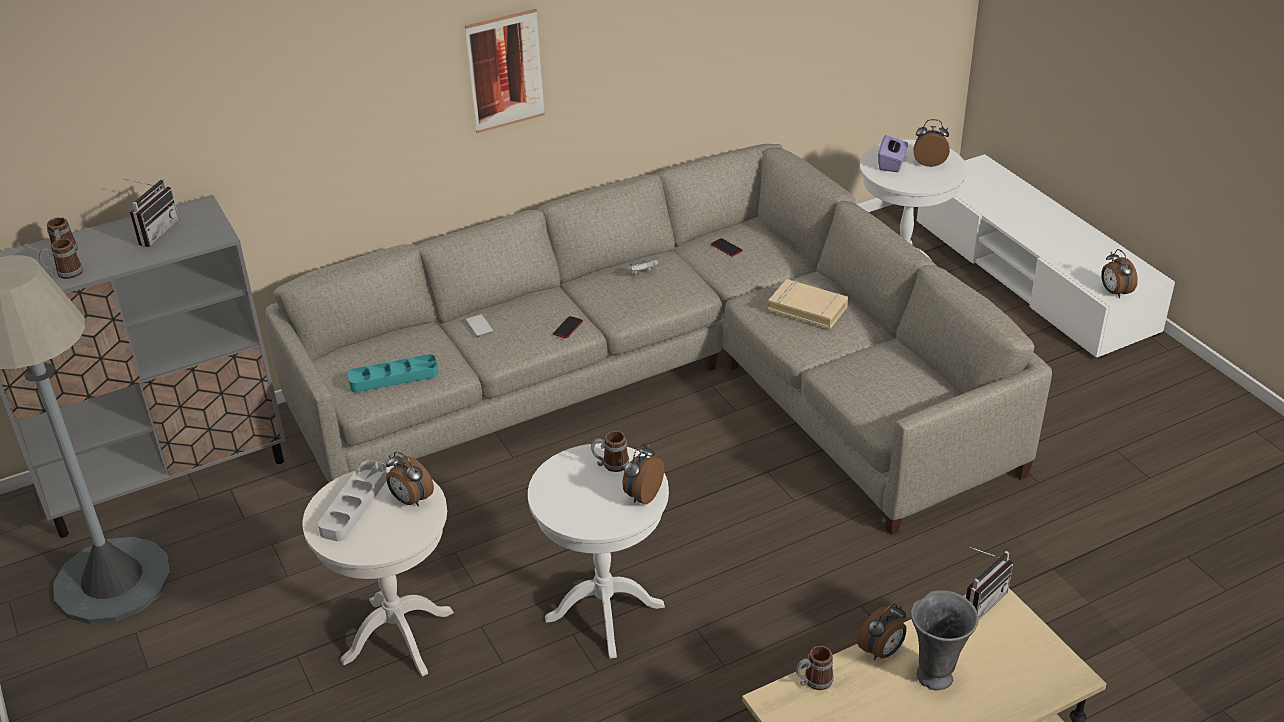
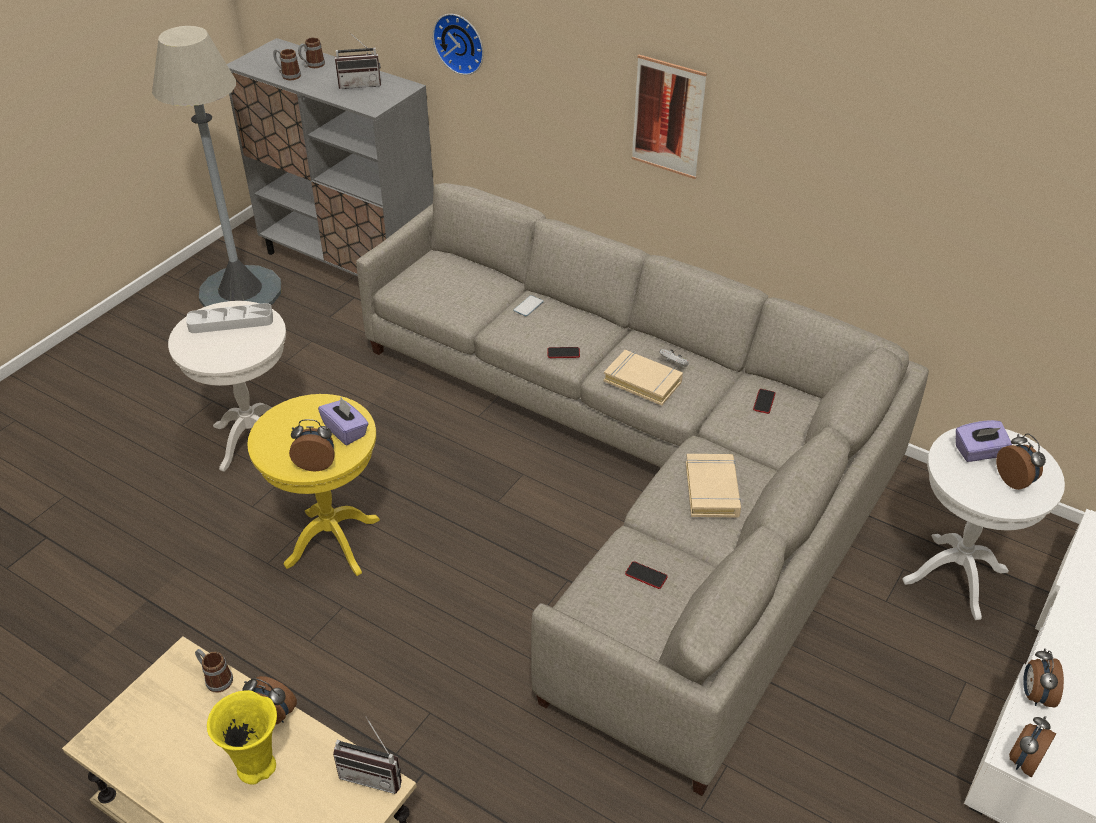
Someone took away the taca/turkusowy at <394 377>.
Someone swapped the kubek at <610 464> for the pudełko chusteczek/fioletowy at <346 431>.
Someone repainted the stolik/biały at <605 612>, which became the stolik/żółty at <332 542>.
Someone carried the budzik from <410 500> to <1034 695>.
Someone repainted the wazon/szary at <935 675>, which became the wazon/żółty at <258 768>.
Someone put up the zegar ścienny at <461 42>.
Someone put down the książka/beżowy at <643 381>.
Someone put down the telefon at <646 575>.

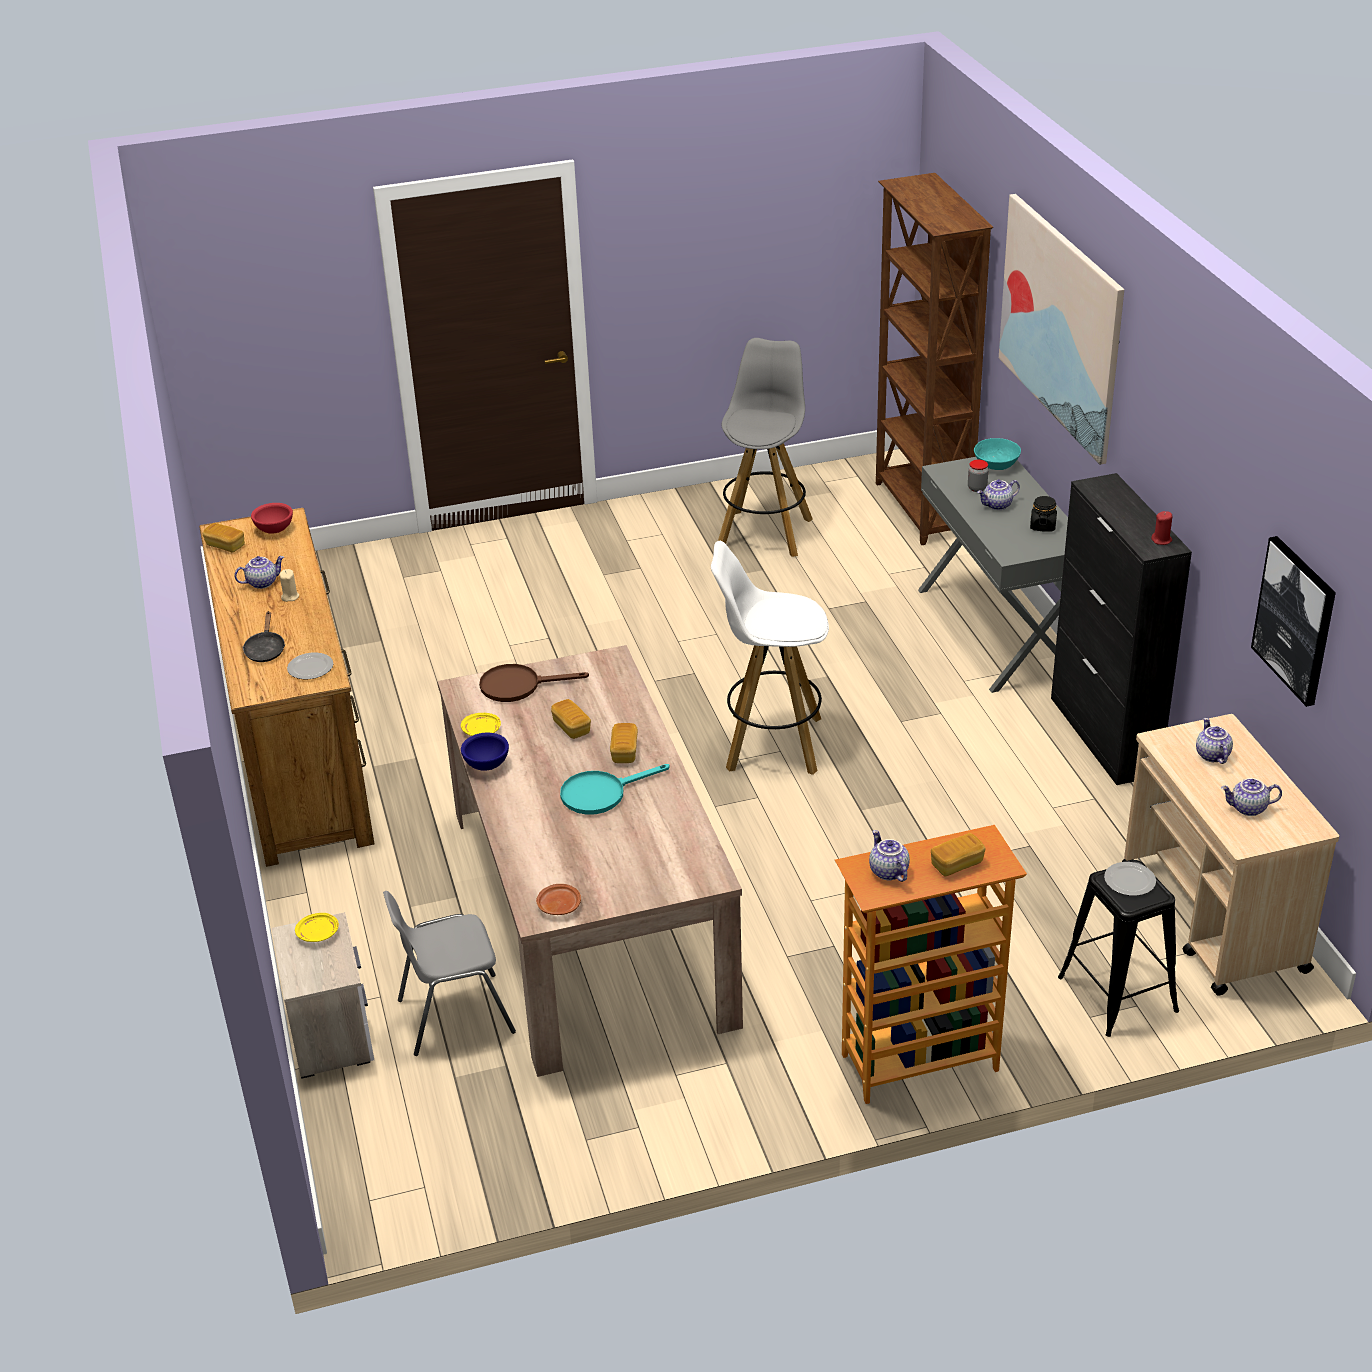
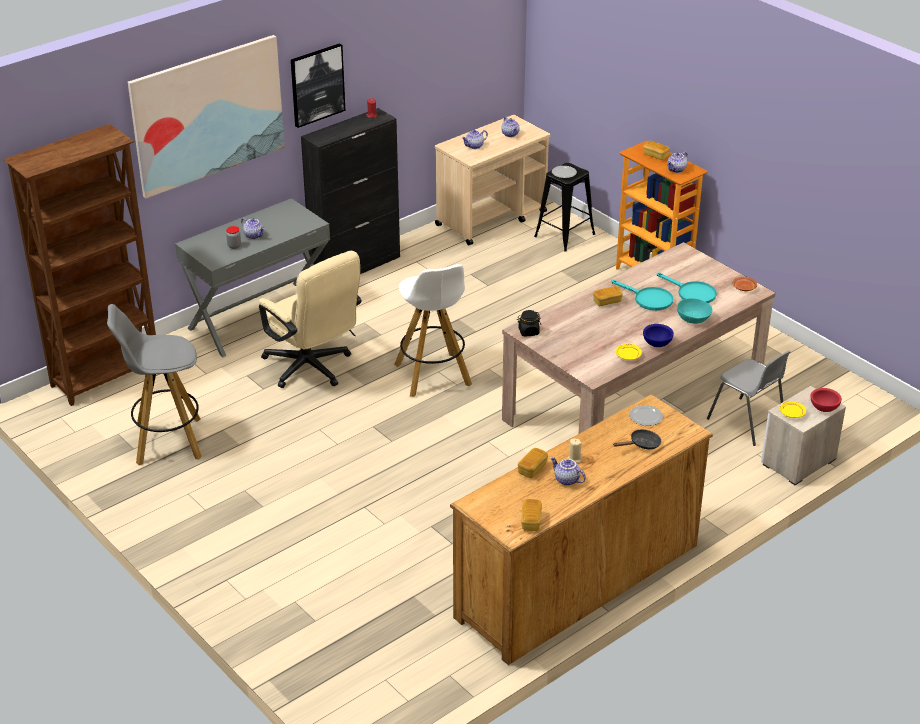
Someone carried the miska/turkusowy from <996 465> to <693 319>.
Someone carried the słoik/czarny from <1042 526> to <528 332>.
Someone carried the miska/czerwony from <274 530> to <824 408>.
Someone carried the obraz from <1295 620> to <317 84>.
Someone took away the patelnia/brązowy at <518 686>.
Someone carried the chleb from <571 727> to <532 469>.
Someone put down the krzesło biurowe/beżowy at <312 369>.
Someone put down the patelnia/turkusowy at <692 293>.

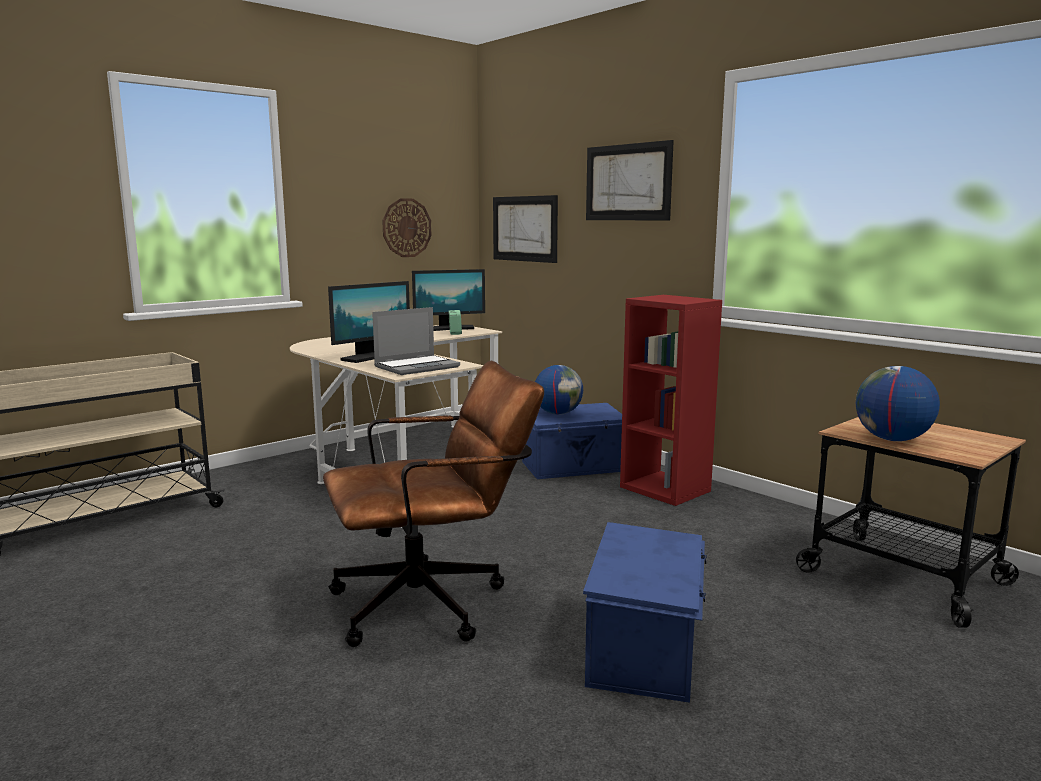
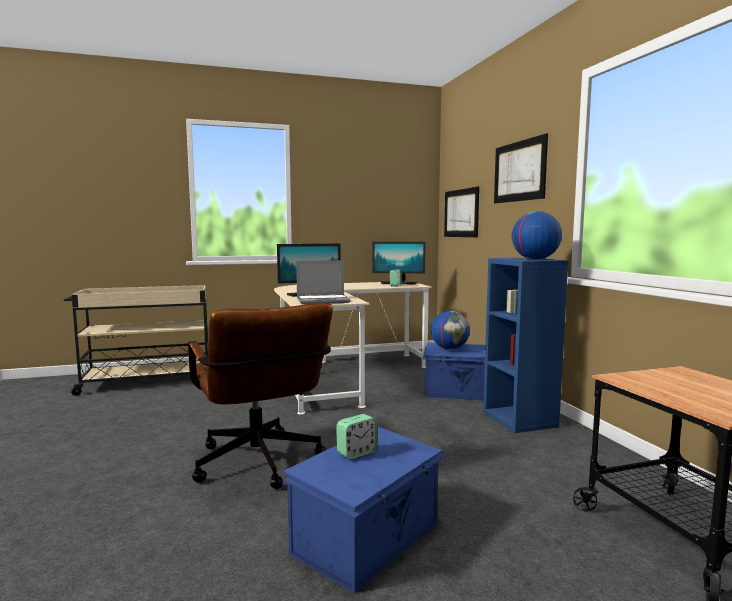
Someone took away the zegar ścienny at <406 228>.
Someone repainted the regał/czerwony at <666 489>, which became the regał/niebieski at <520 419>.
Someone rotated the krzesło biurowe/brązowy at <434 602> by 60 degrees clockwise.
Someone carried the globus from <892 439> to <534 259>.
Someone put down the budzik at <357 453>.

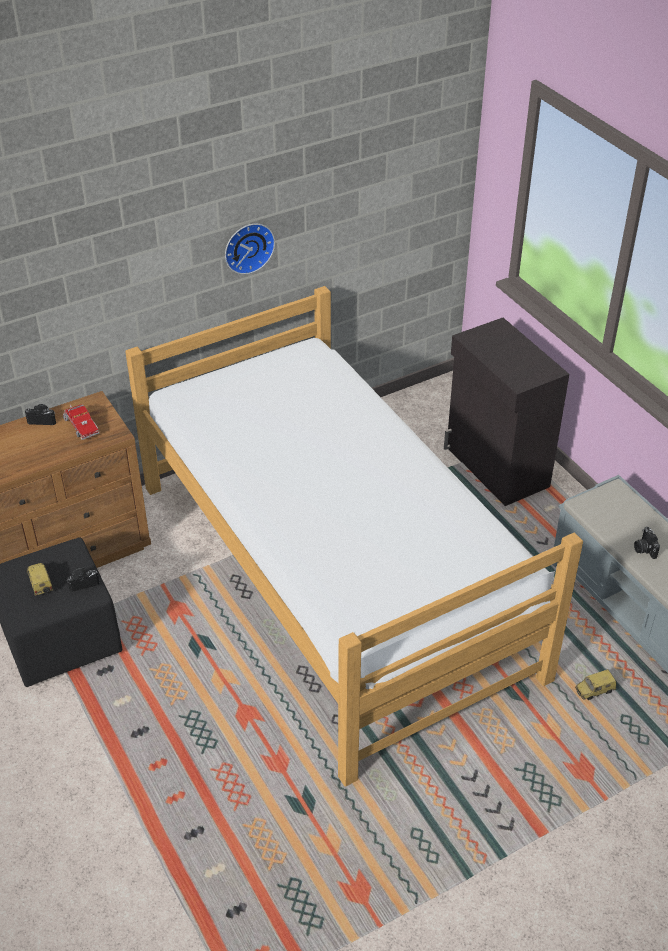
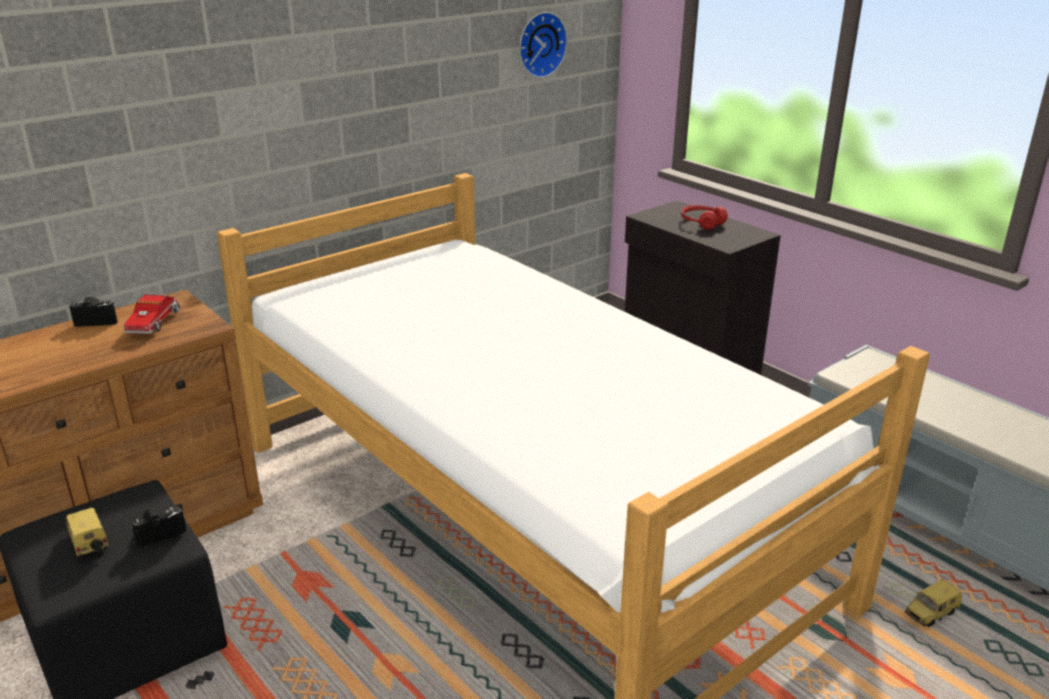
Someone carried the zegar ścienny from <247 246> to <540 44>.
Someone rotated the ciężarówka zabawkowa at <81 426> by 45 degrees clockwise.
Someone took away the aparat fotograficzny at <644 549>.
Someone put down the słuchawki/czerwony at <702 223>.

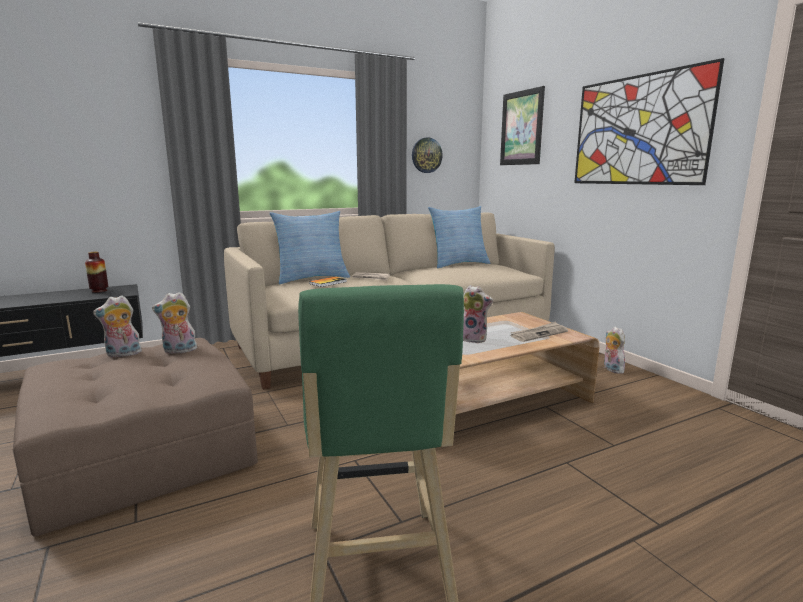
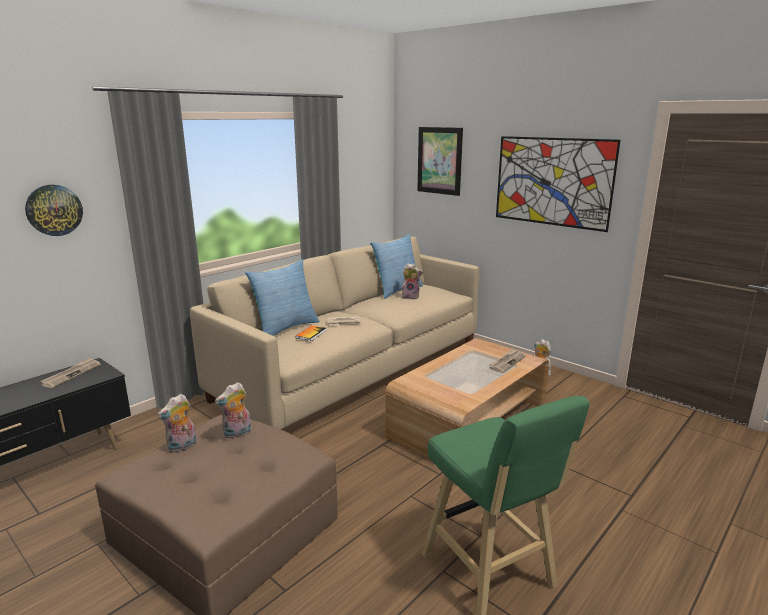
Someone carried the zegar ścienny from <426 155> to <54 210>.
Someone swapped the wazon at <99 291> for the gazeta at <71 374>.
Someone carried the pluszak from <474 339> to <410 297>.

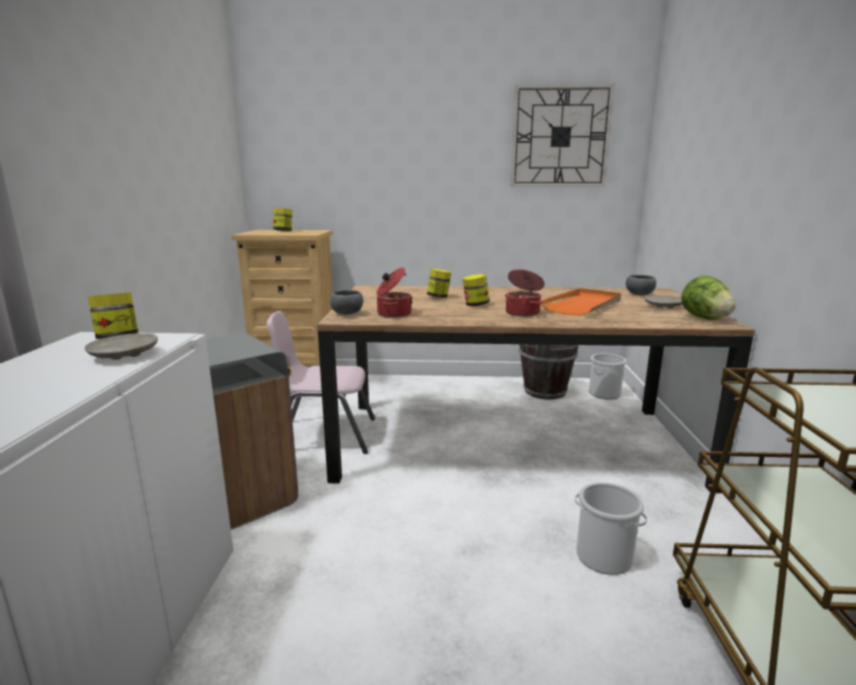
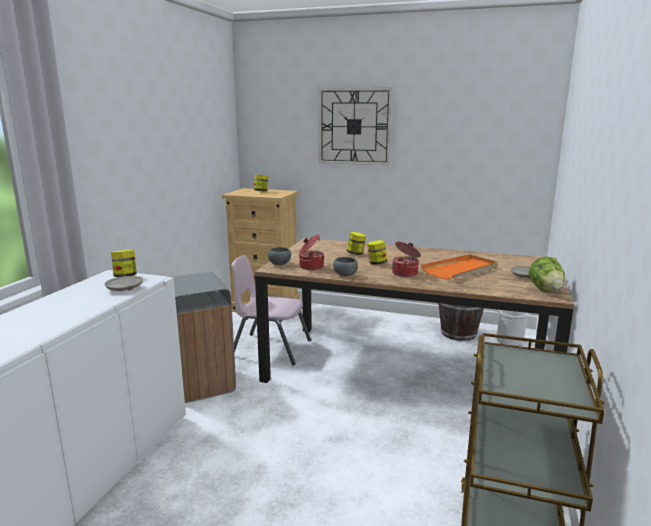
Someone carried the zegar ścienny from <560 137> to <354 126>.
Someone carried the miska/szary from <639 295> to <344 275>.
Someone took away the wiadro at <604 556>.

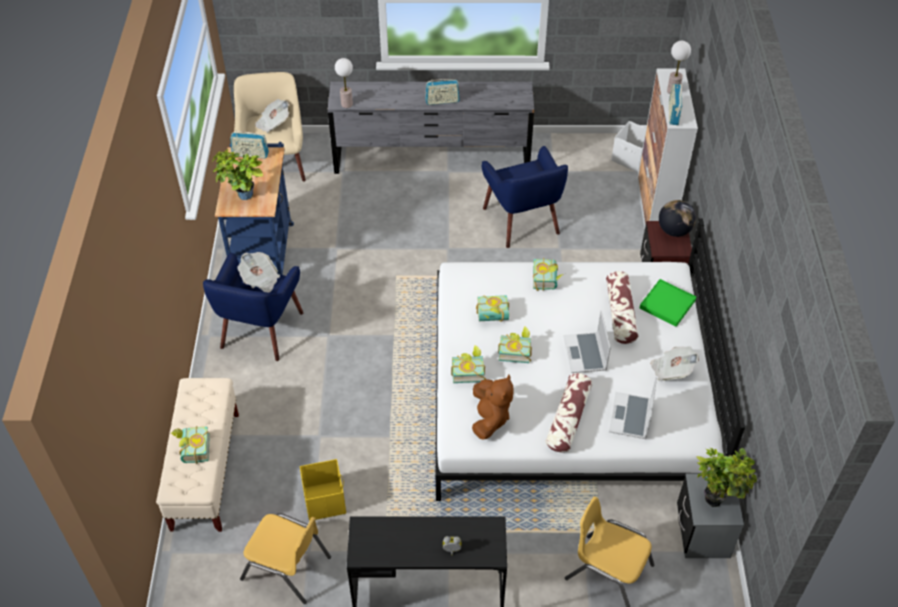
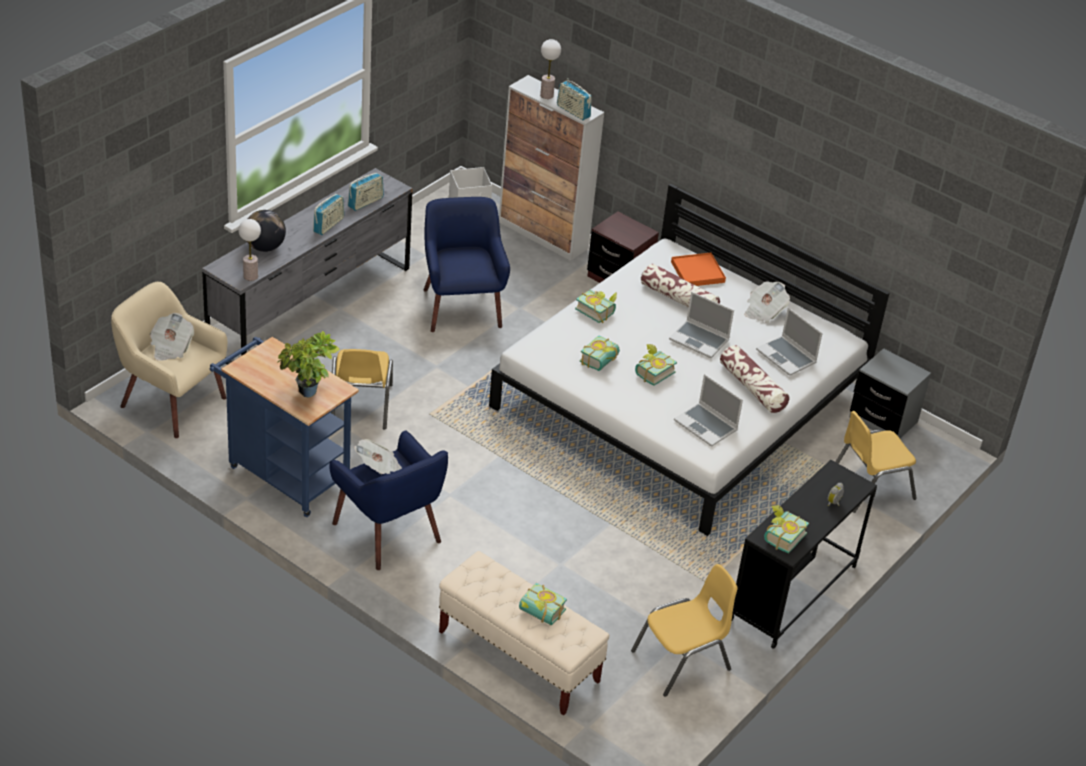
Someone carried the radio from <250 154> to <365 202>.
Someone rotated the fotel/niebieski at <522 221> by 120 degrees counterclockwise.
Someone carried the globus from <674 231> to <265 247>.
Someone repainted the taca/zielony at <667 304>, which became the taca/pomarańczowy at <698 272>.
Someone carried the książka from <467 370> to <780 536>.
Someone swapped the pluszak/brązowy at <490 418> for the laptop at <706 426>.
Someone took away the roślina doniczkowa at <717 498>.
Someone took away the pojemnik do przechowywania/żółty at <325 500>.
Someone put down the krzesło/żółty at <360 405>.

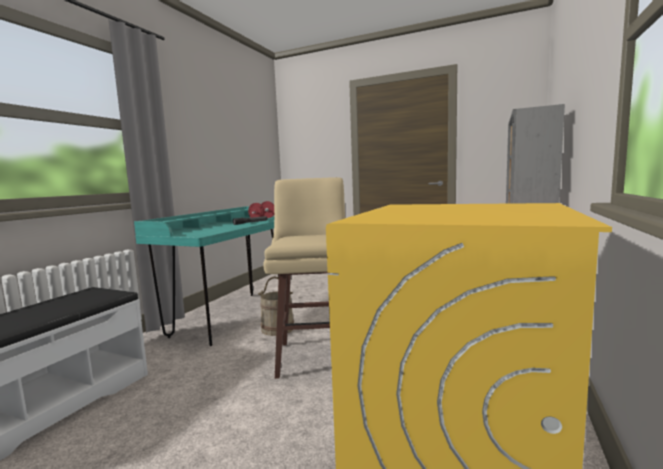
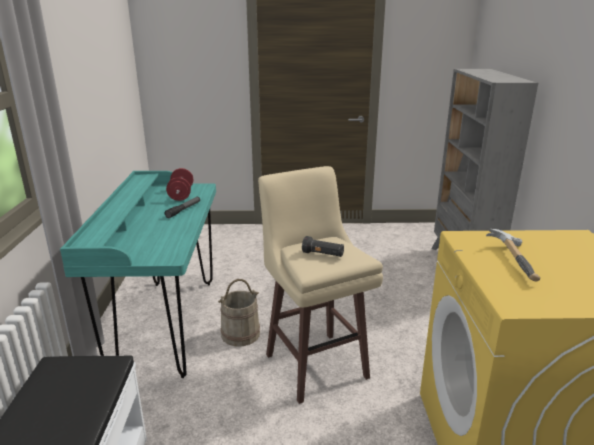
Someone put down the młotek at <517 261>.
Someone put down the latarka/czarny at <323 255>.

